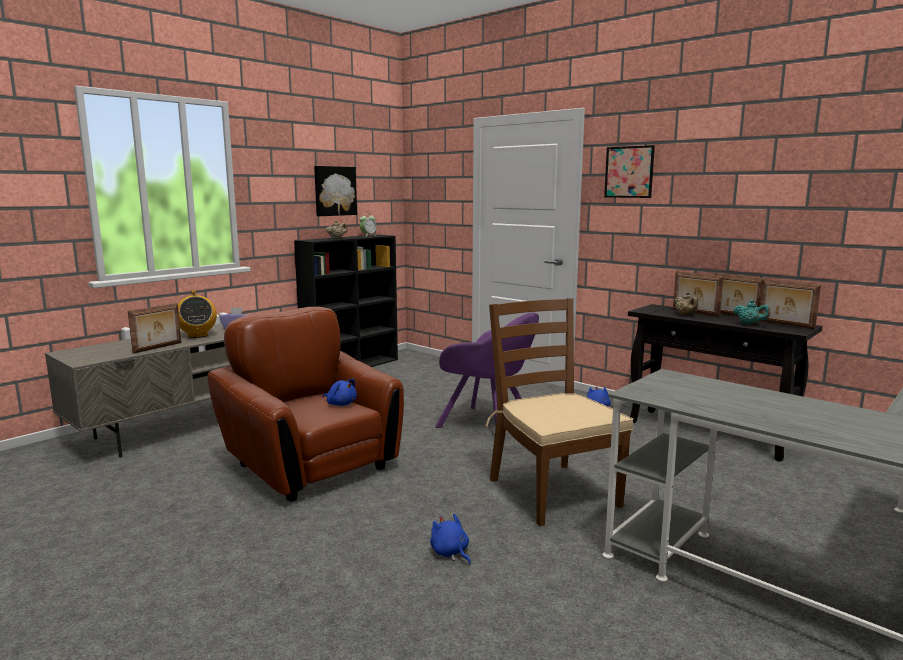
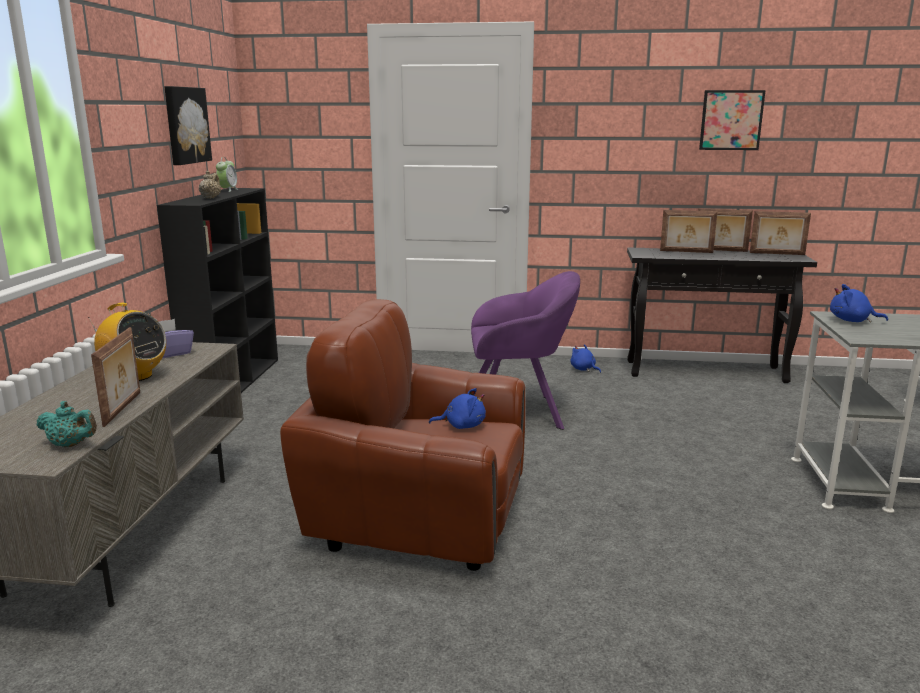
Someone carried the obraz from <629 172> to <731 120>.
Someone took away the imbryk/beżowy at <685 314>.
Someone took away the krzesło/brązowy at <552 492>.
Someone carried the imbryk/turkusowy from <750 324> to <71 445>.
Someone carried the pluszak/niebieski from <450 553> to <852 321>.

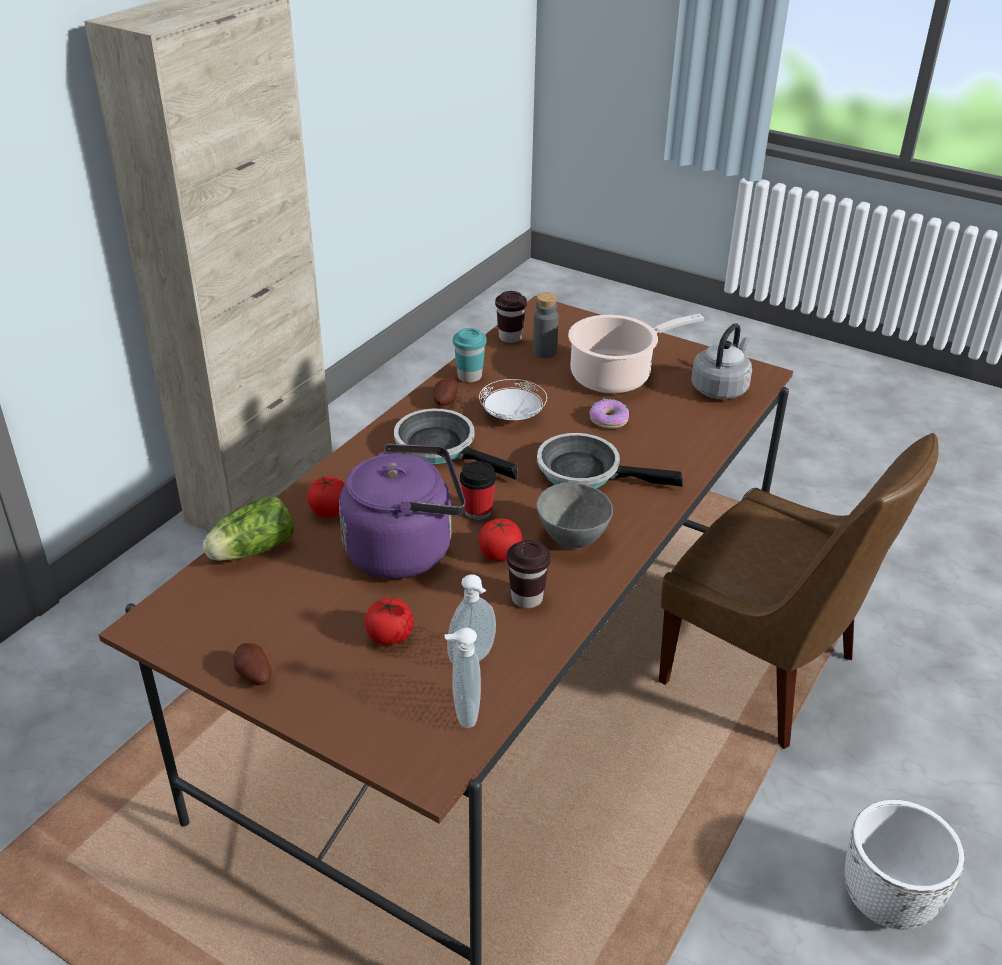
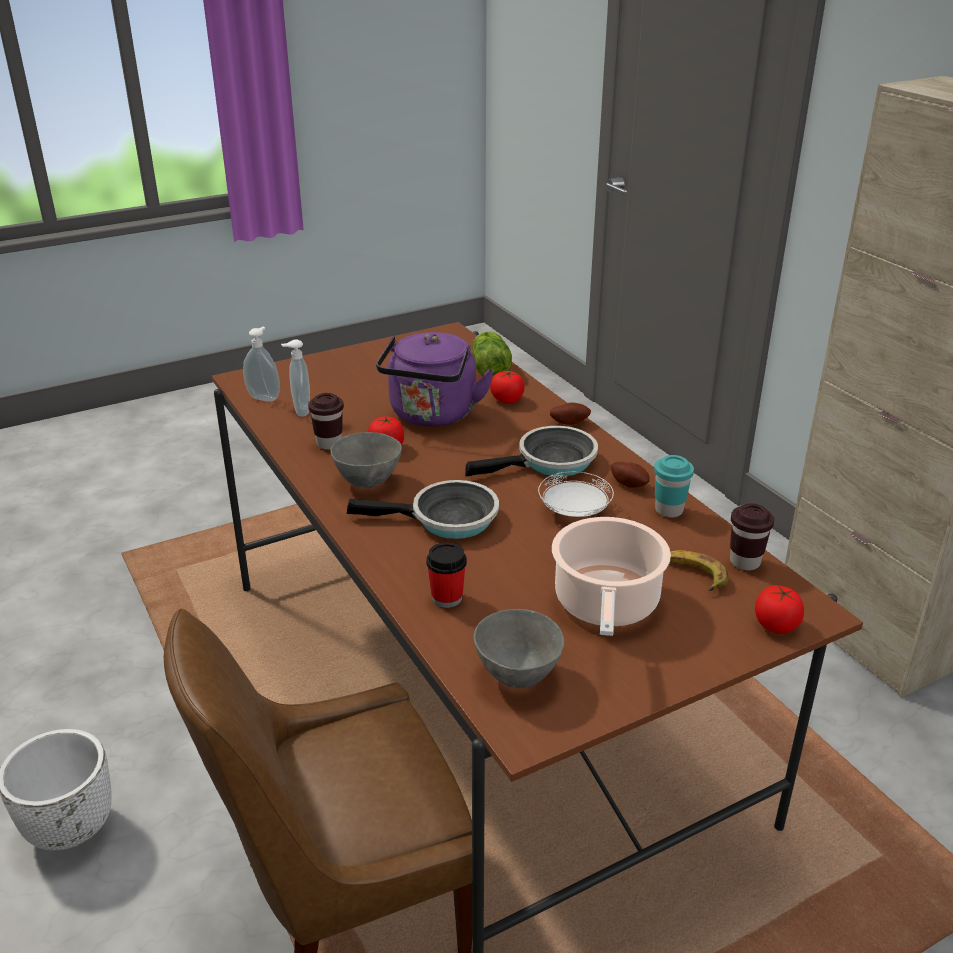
Someone swapped the butelka/szary at <544 352> for the banan at <694 574>.
Someone swapped the czajnik/szary at <720 388> for the miska/szary at <518 676>.
Someone took away the donut at <609 419>.
Someone rotated the patelnia at <586 472> by 45 degrees clockwise.
Someone carried the filiżanka from <478 511> to <447 598>.
Someone carried the pomidor from <389 636> to <776 625>.
Someone carried the ziemniak from <253 676> to <569 422>.

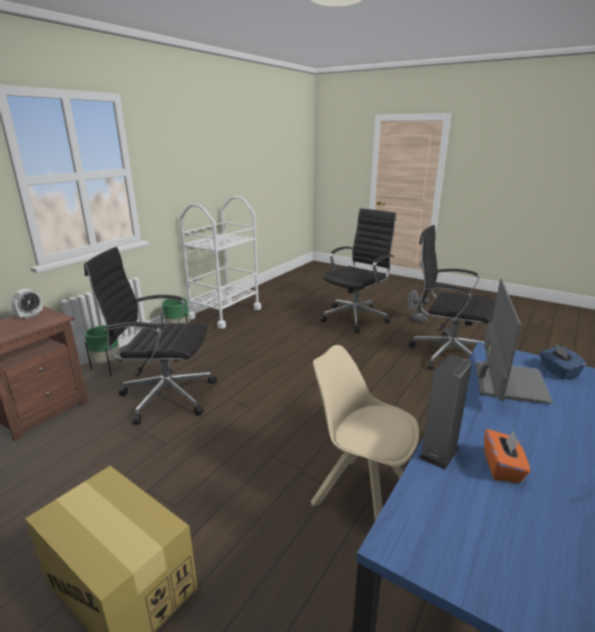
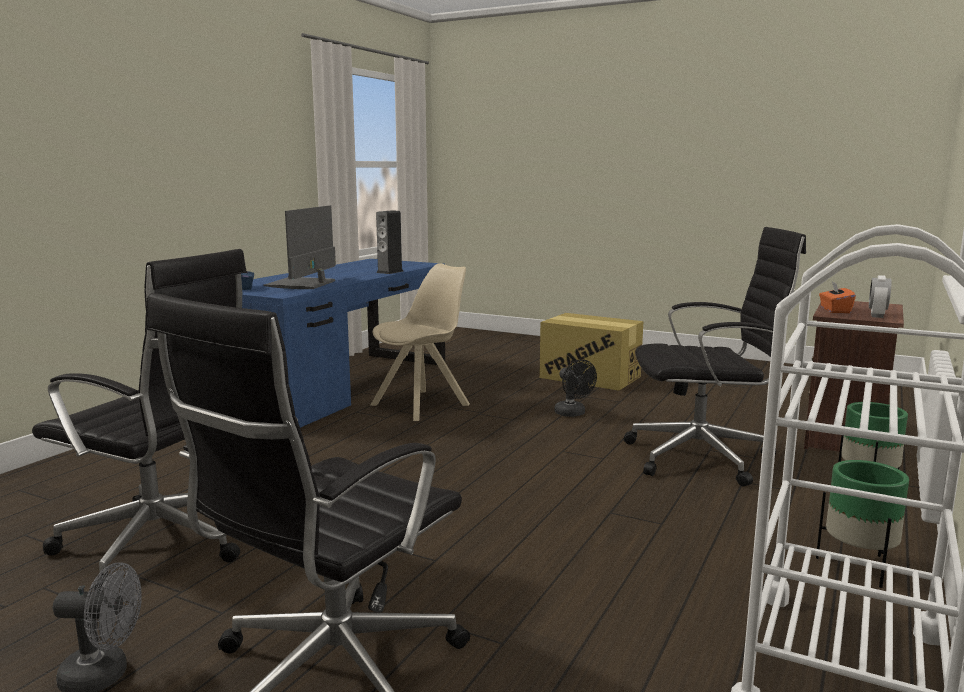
Someone rotated the krzesło/beżowy at <360 495> by 75 degrees counterclockwise.
Someone carried the pudełko chusteczek/pomarańczowy from <502 467> to <835 310>.
Someone put down the wentylator/czarny at <573 414>.

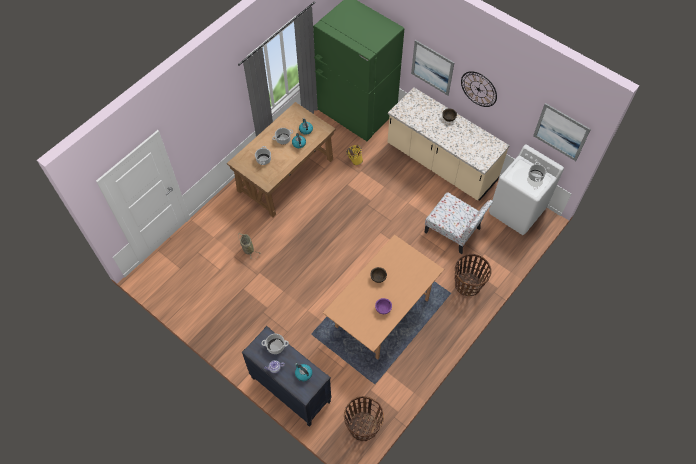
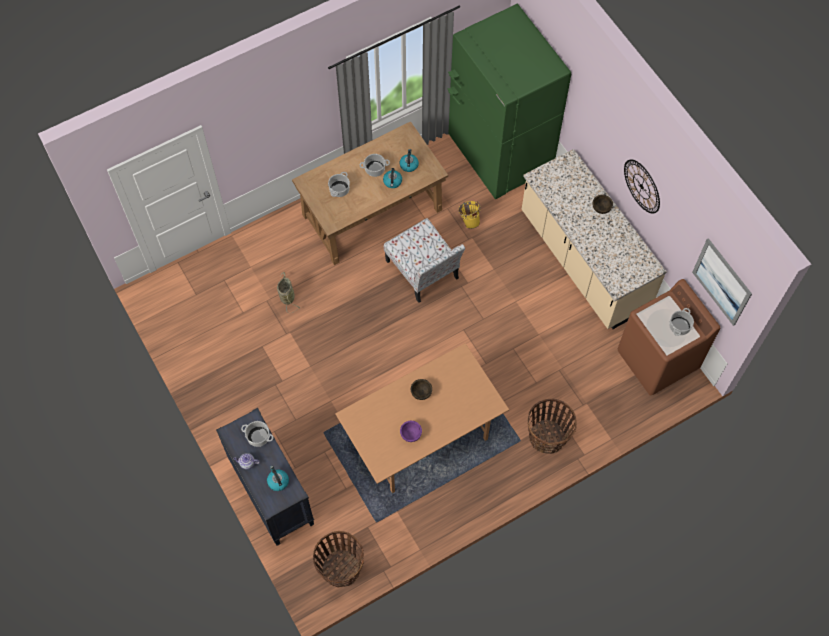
Someone took away the obraz at <432 67>.
Someone repainted the pralka/biały at <517 211>, which became the pralka/brązowy at <657 360>.
Someone carried the krzesło from <453 231> to <423 271>.

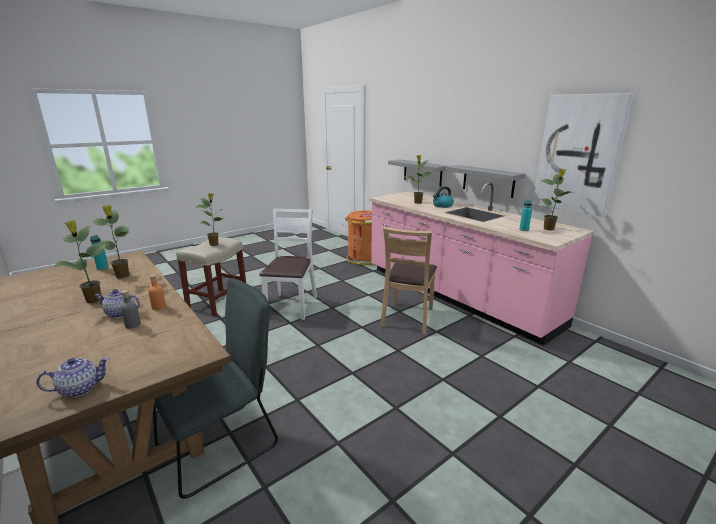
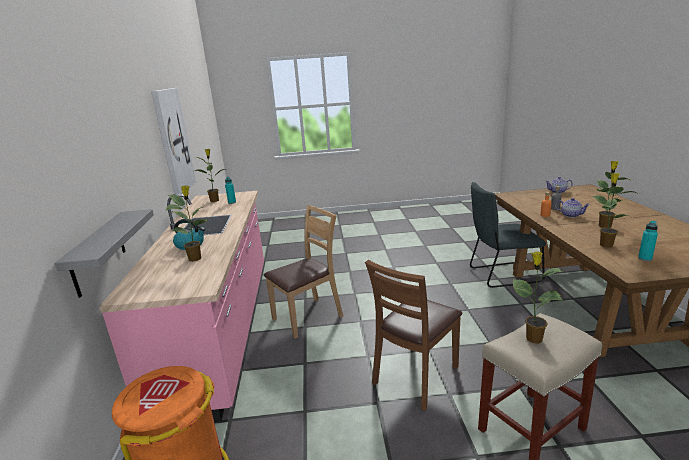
Someone took away the półka/szary at <488 181>.
Someone repainted the krzesło/biały at <291 306>, which became the krzesło/brązowy at <415 376>.

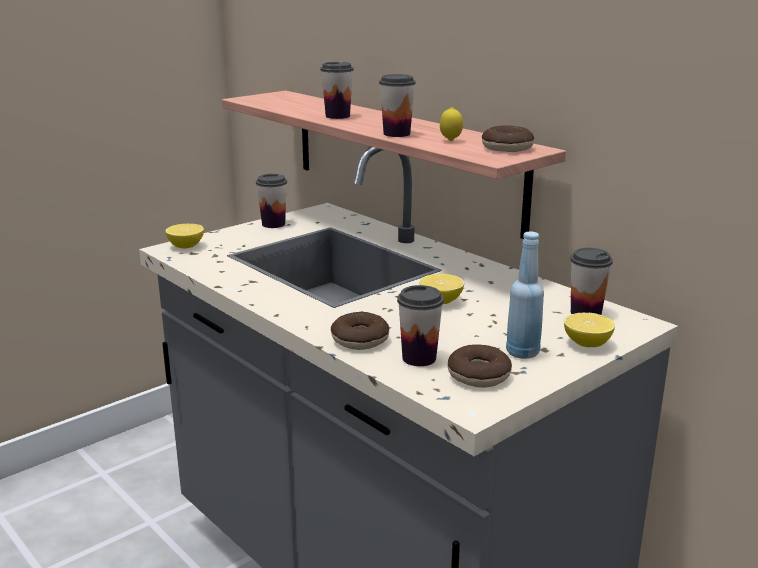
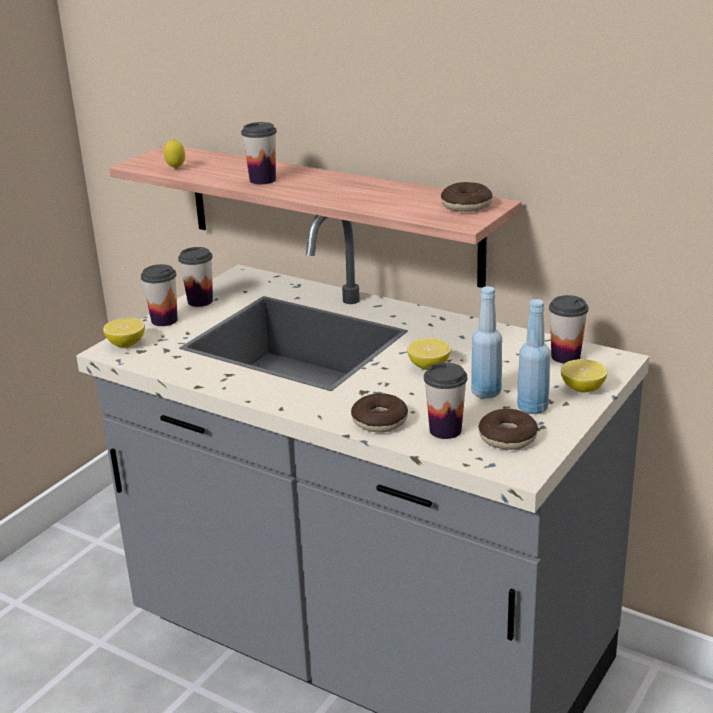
Someone carried the filiżanka from <396 134> to <164 320>.
Someone carried the cytryna from <450 141> to <176 168>.
Someone put down the butelka/niebieski at <486 392>.

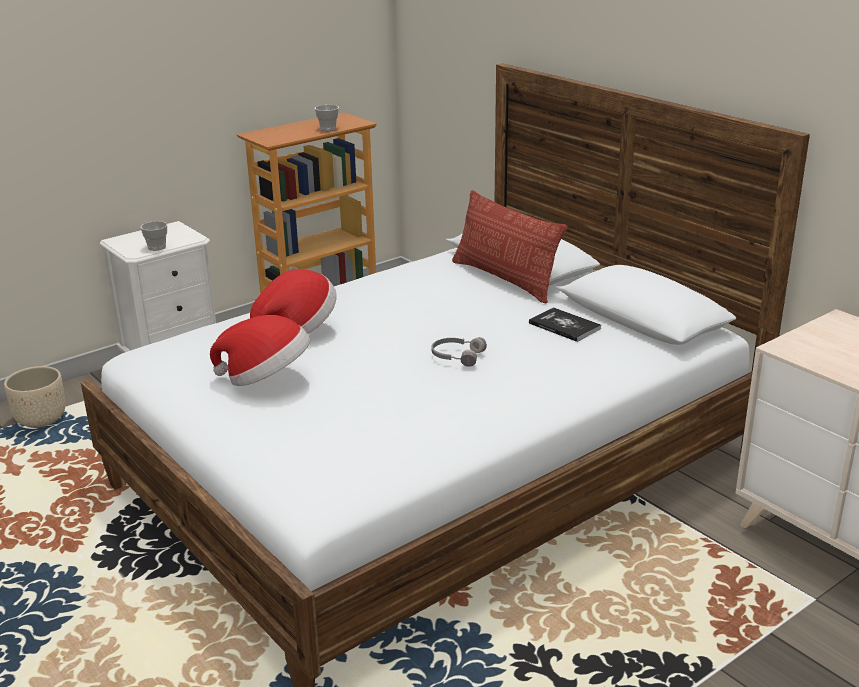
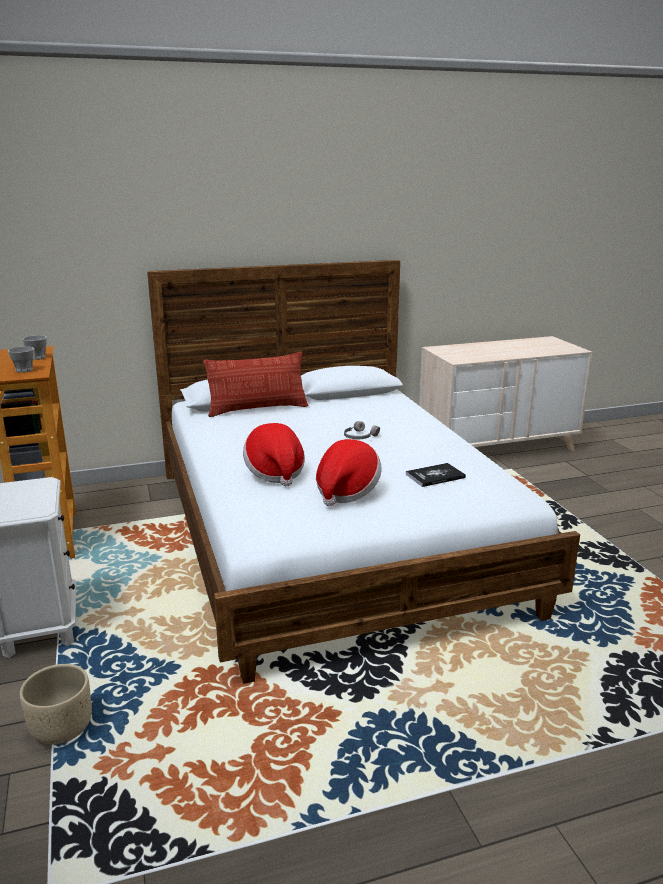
Someone carried the filiżanka from <157 247> to <24 370>.
Someone carried the książka from <564 326> to <435 476>.

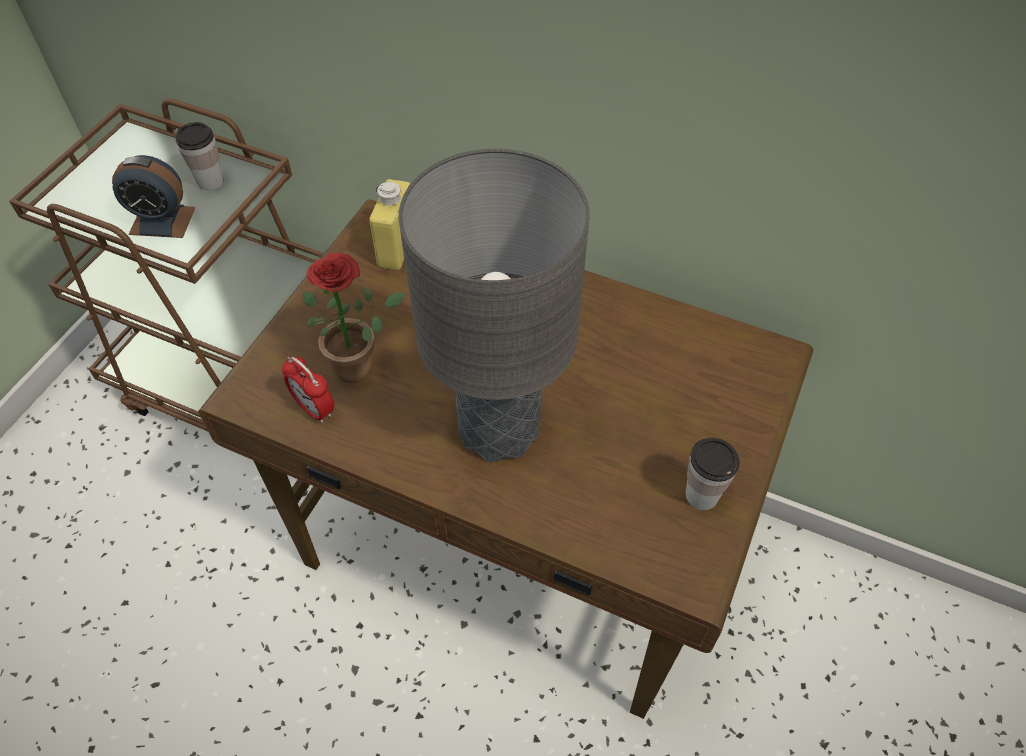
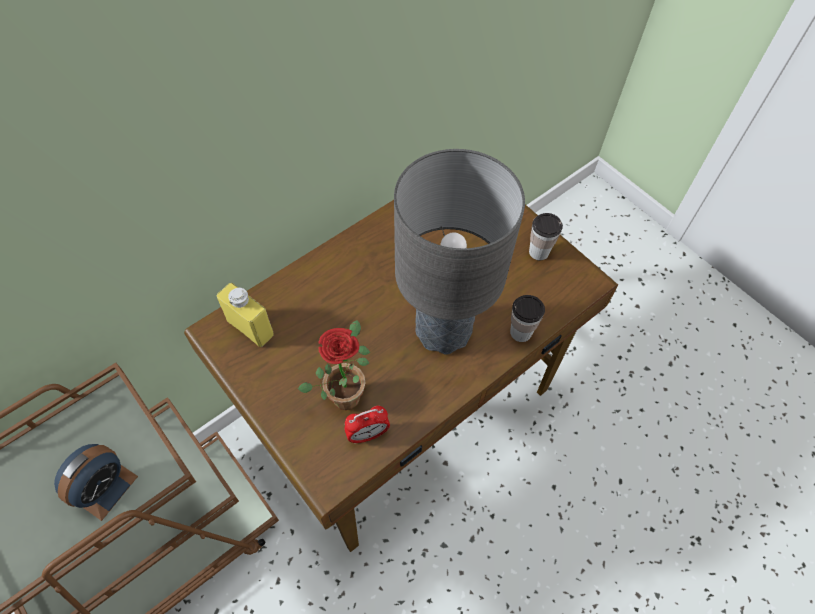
Someone carried the filiżanka from <210 181> to <520 332>.

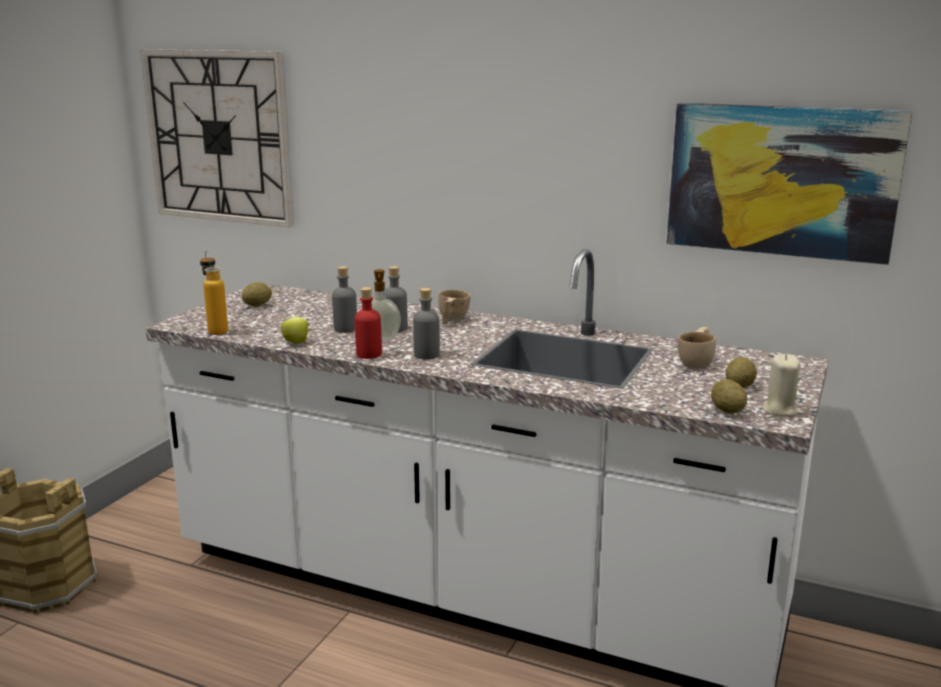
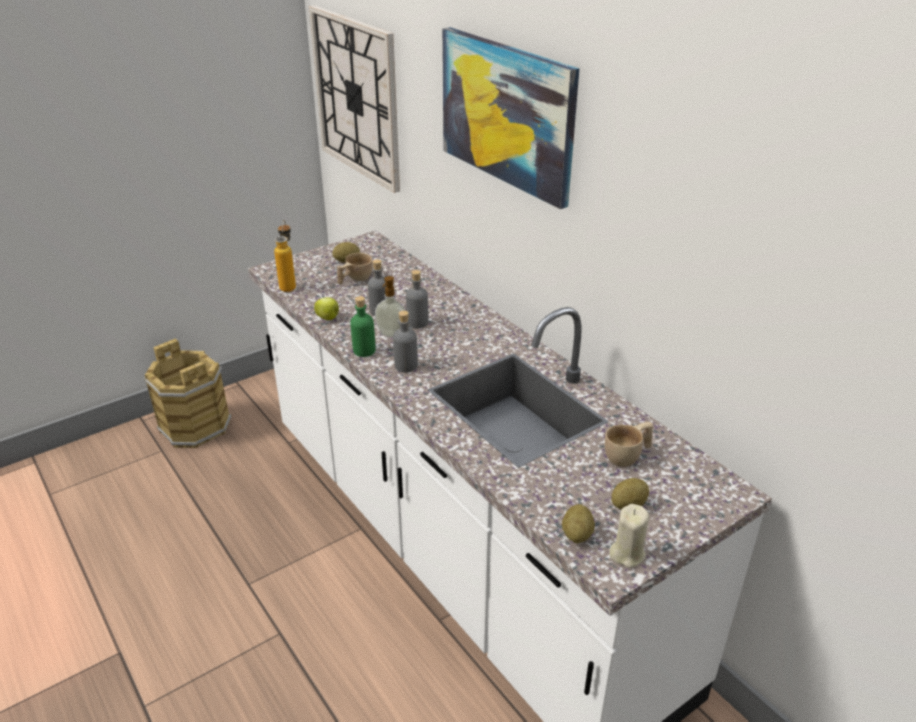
Someone carried the obraz from <781 180> to <507 113>.
Someone repainted the butelka/czerwony at <369 354>, which became the butelka/zielony at <364 350>.
Someone carried the filiżanka/beżowy from <451 320> to <354 279>.

